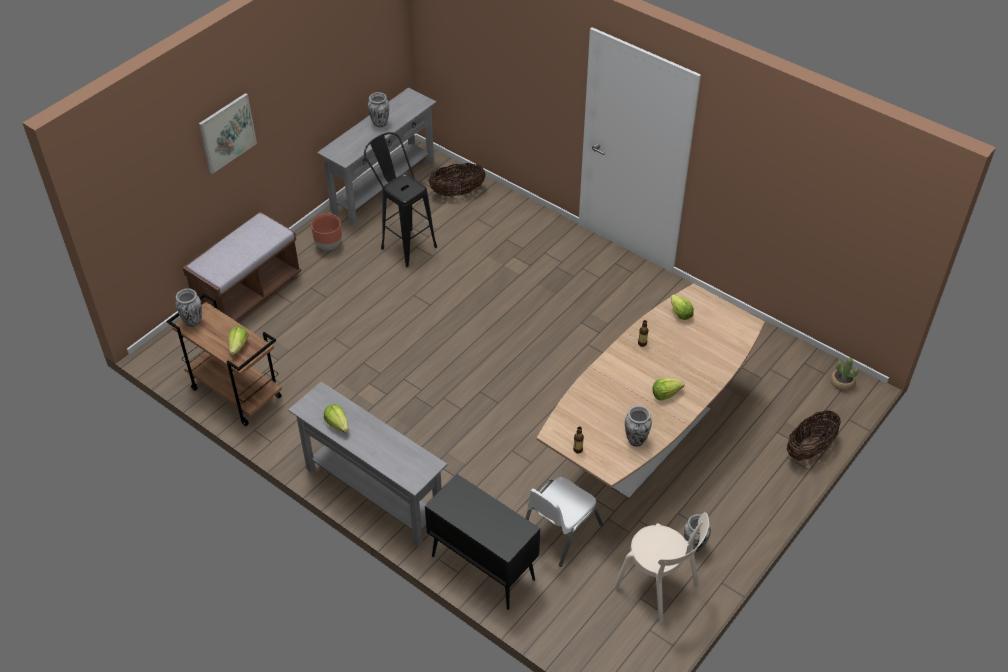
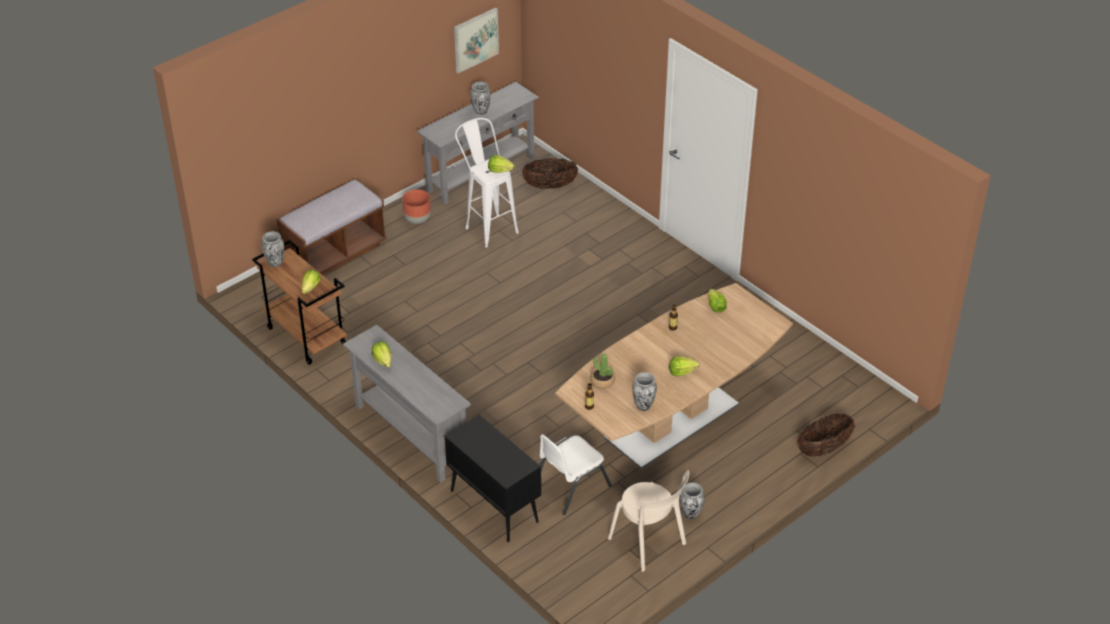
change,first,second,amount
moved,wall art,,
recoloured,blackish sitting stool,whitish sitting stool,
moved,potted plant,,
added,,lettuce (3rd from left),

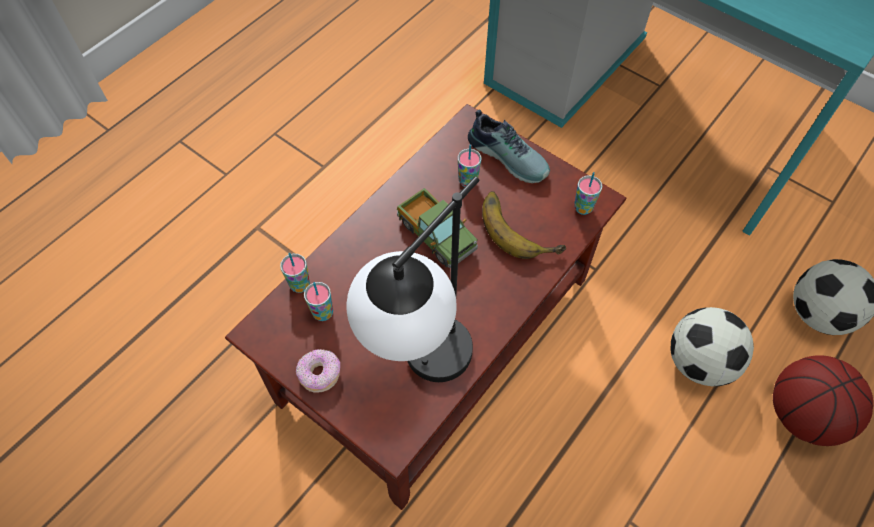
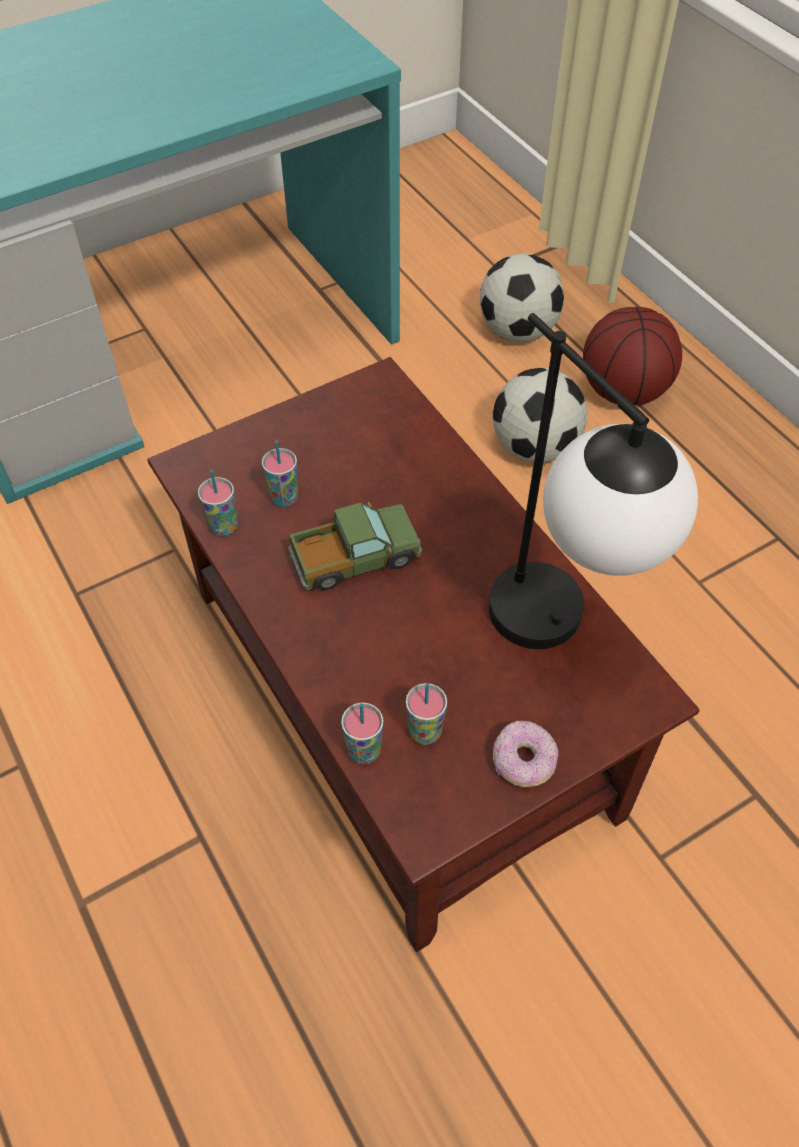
change,first,second,amount
removed,shoe,,
moved,drinking cup (4th from left in the first image),drinking cup (1st from left),
removed,whole banana,,

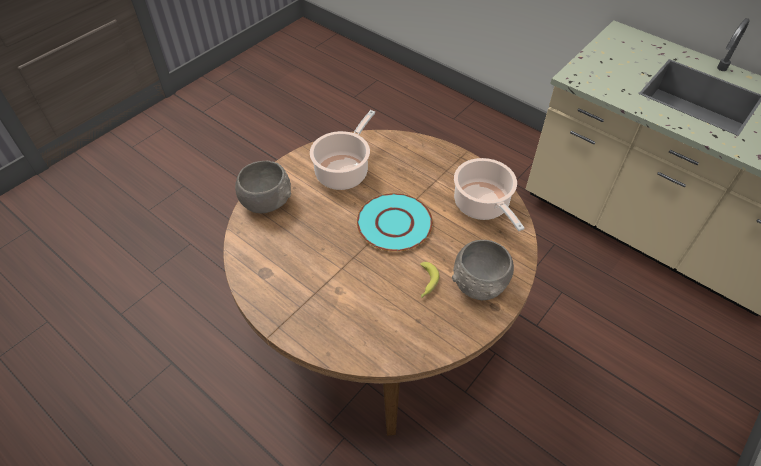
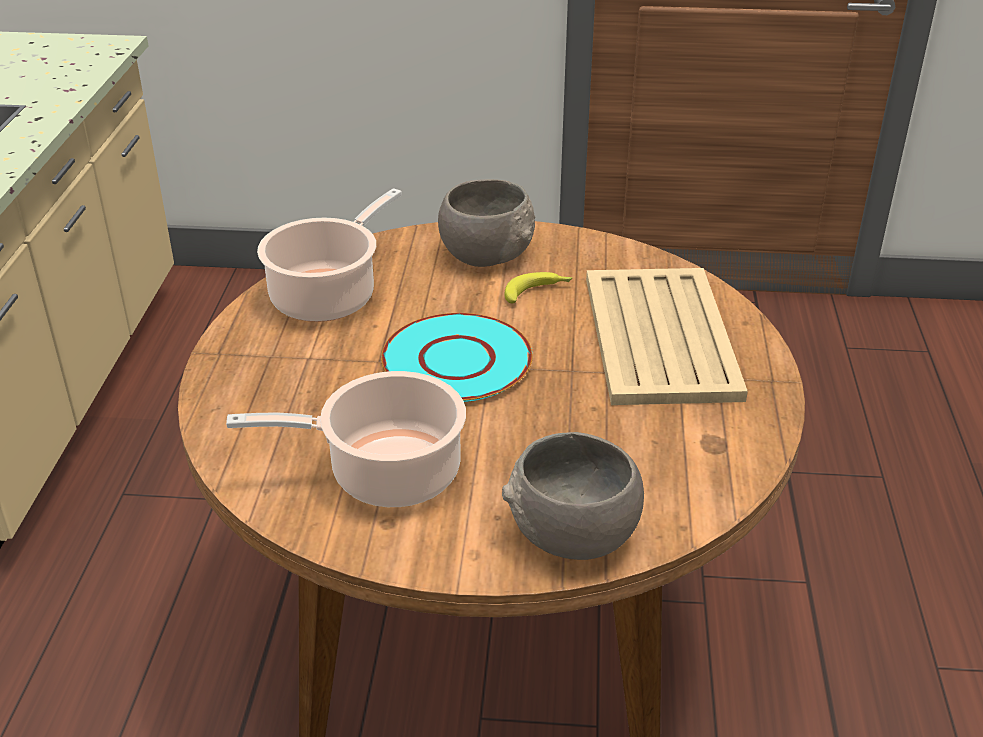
change,first,second,amount
added,,beige-coloured serving tray,

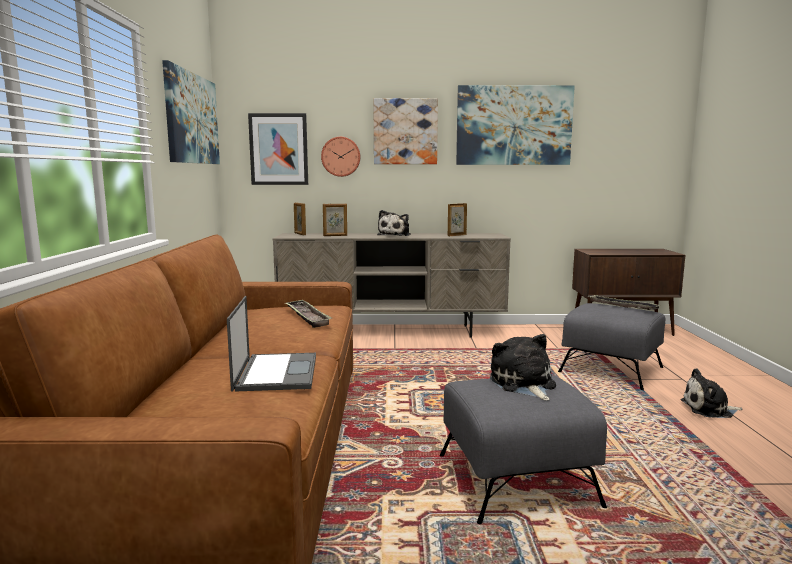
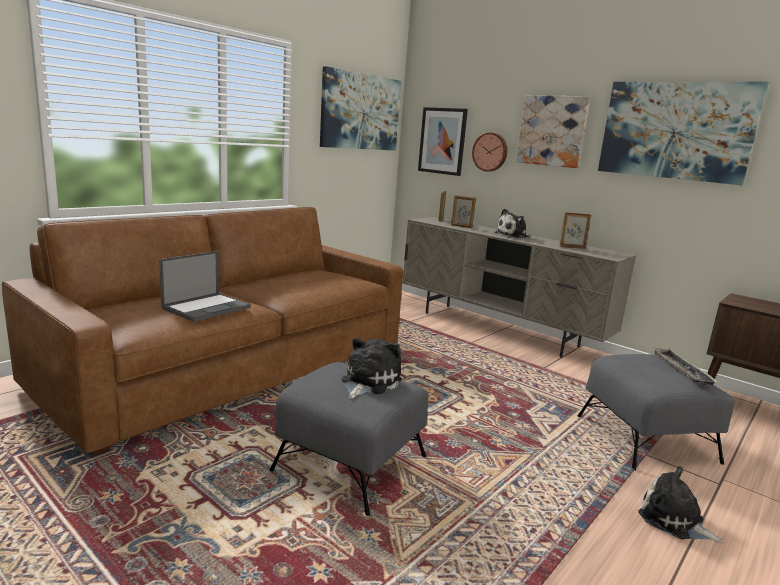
change,first,second,amount
removed,serving tray (1st from left),,

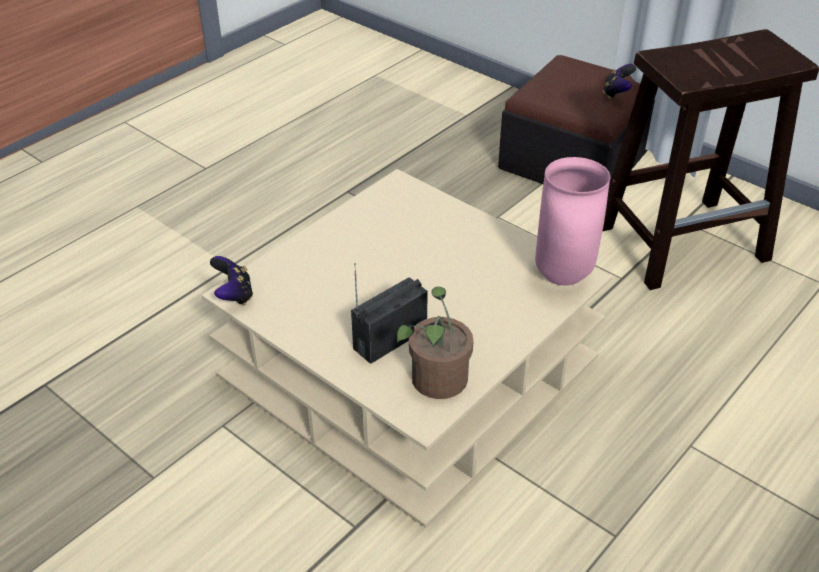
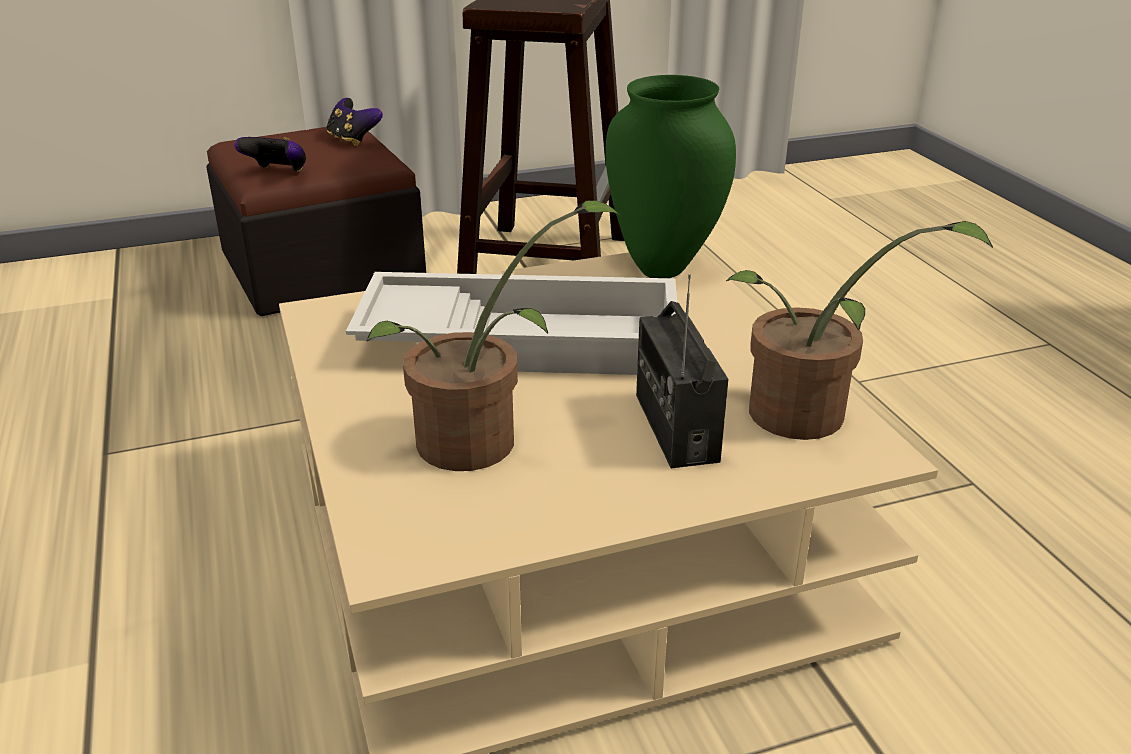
change,first,second,amount
recoloured,pinkish decorative vase,greenish decorative vase,
moved,game controller (1st from left),,
added,,potted plant (1st from left),
added,,whitish serving tray,

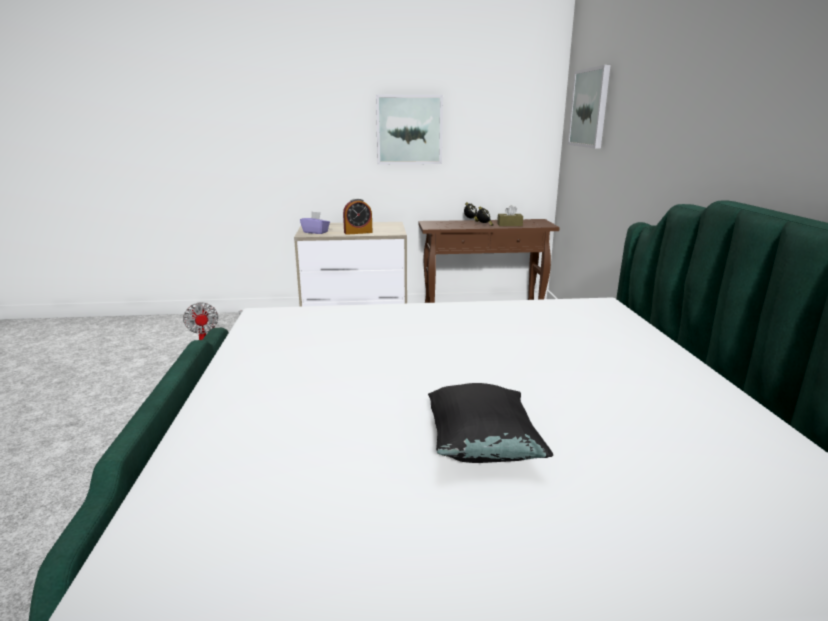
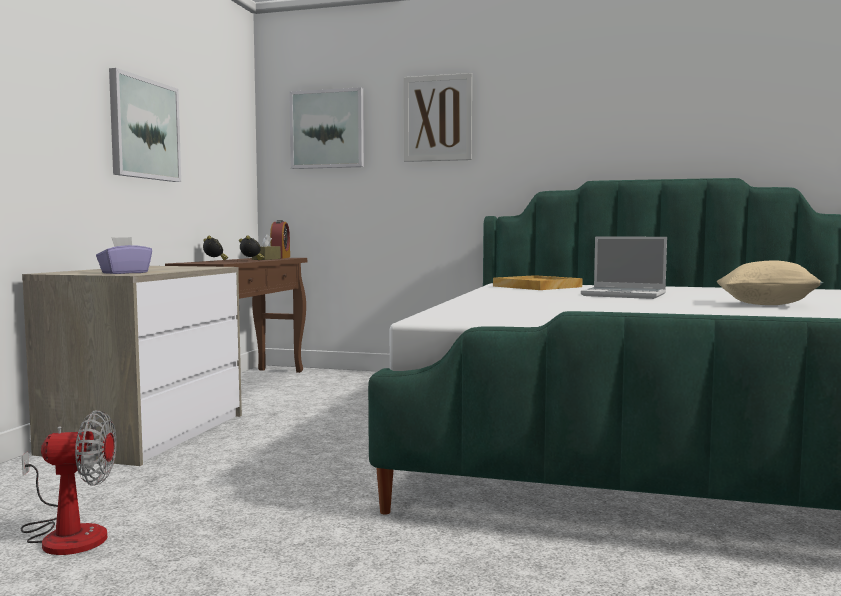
change,first,second,amount
moved,table clock (1st from left in the first image),table clock (3rd from left),
recoloured,blackish pillow,beige-coloured pillow,
added,,wall art (3rd from left),
added,,notebook computer,
added,,beige-coloured serving tray,

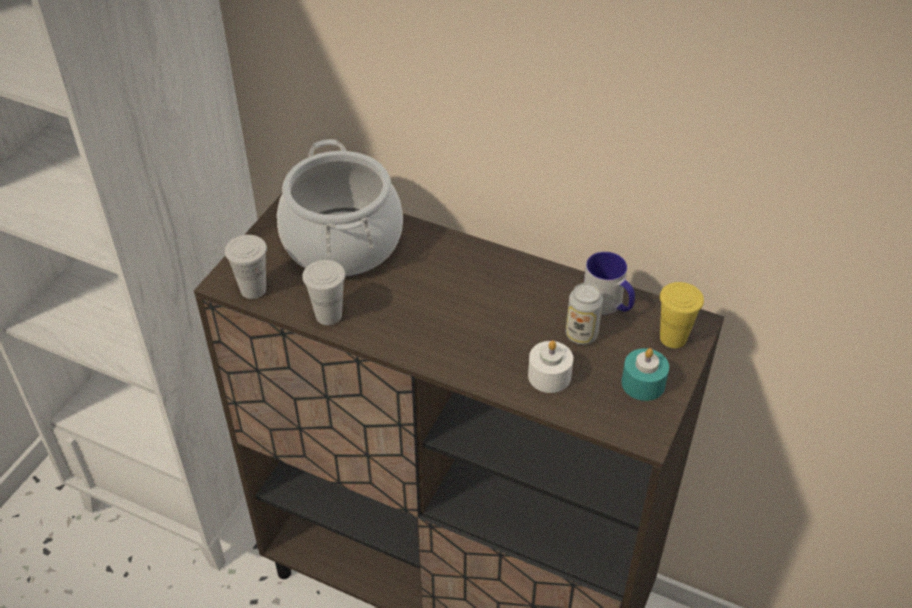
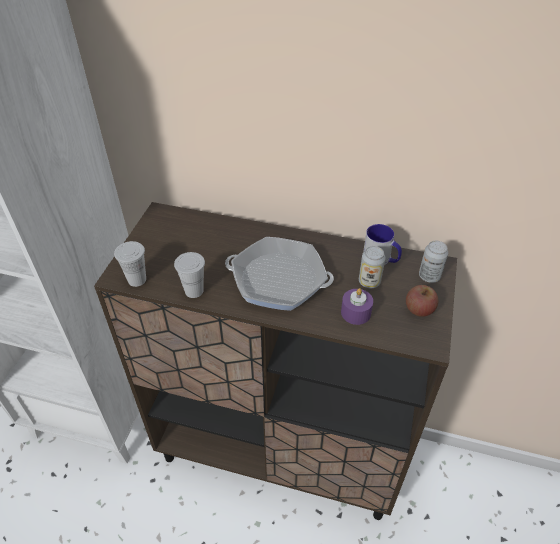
change,first,second,amount
removed,stockpot,,
replaced,yellow-coloured drinking cup,sealed can (2nd from left),
recoloured,whitish wax candle,purple-coloured wax candle,
replaced,turquoise wax candle,whole apple,
added,,pan,

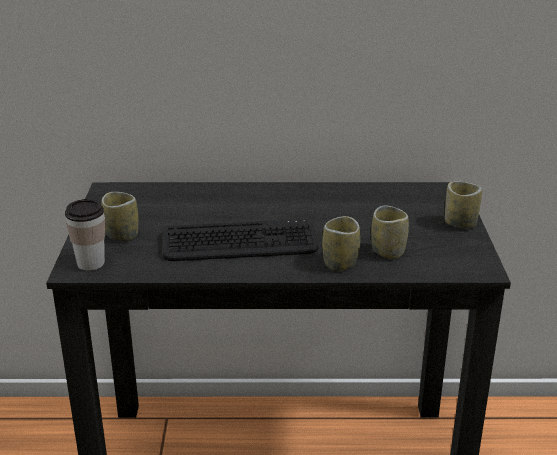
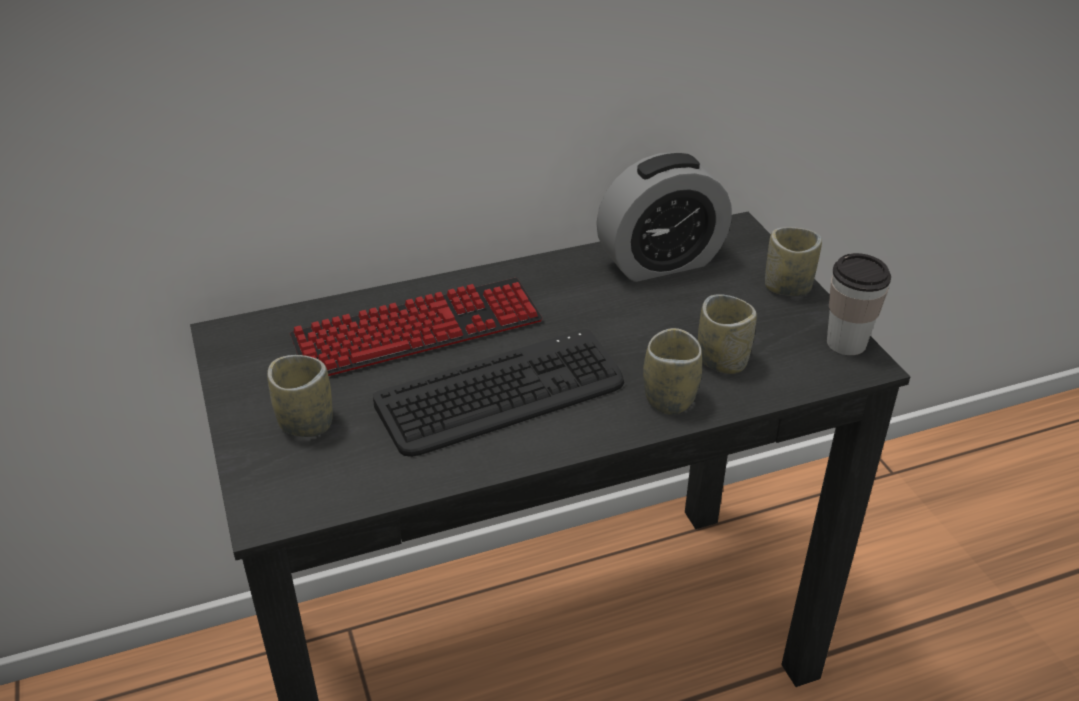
change,first,second,amount
moved,drinking cup (1st from left in the first image),drinking cup (5th from left),
added,,table clock,
added,,PC keyboard (1st from left),

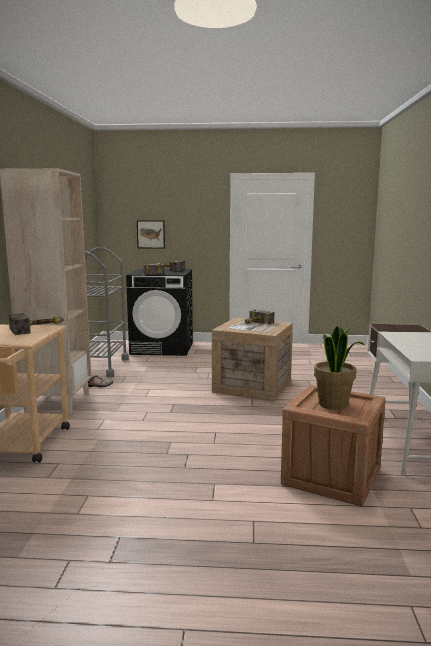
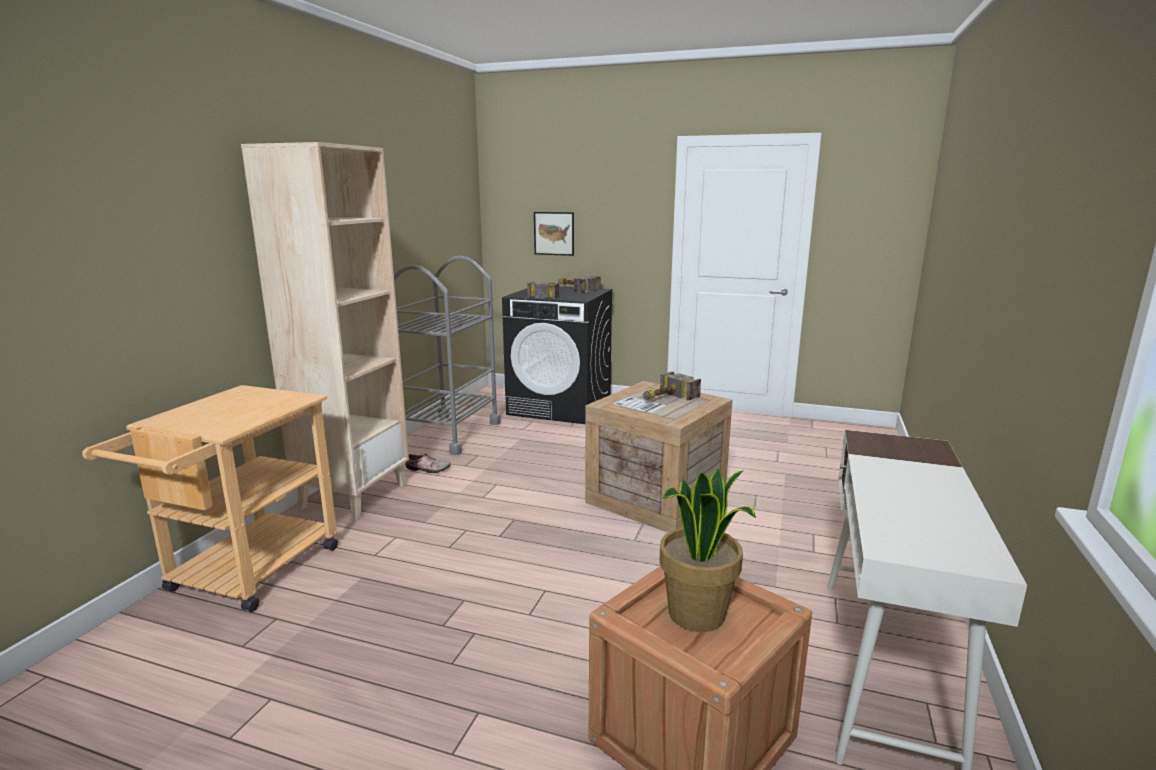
change,first,second,amount
removed,hand hammer (1st from left),,

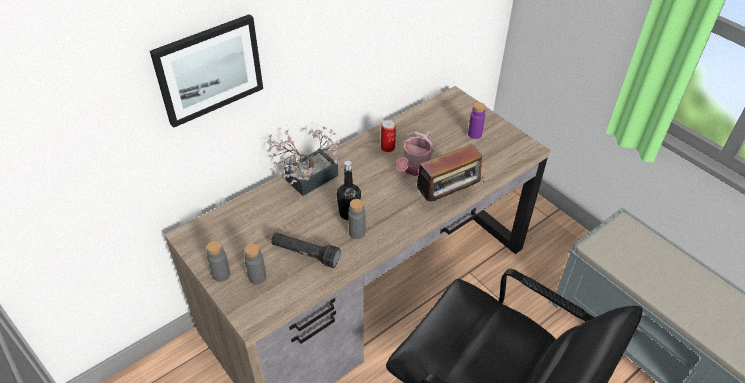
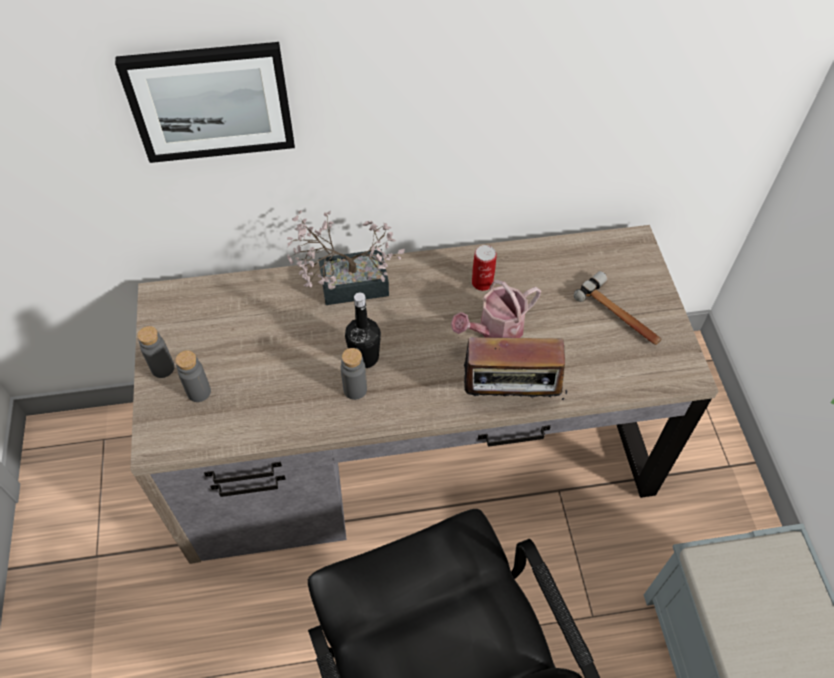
change,first,second,amount
replaced,purple-coloured drink bottle,hand hammer,
removed,blackish flashlight,,

